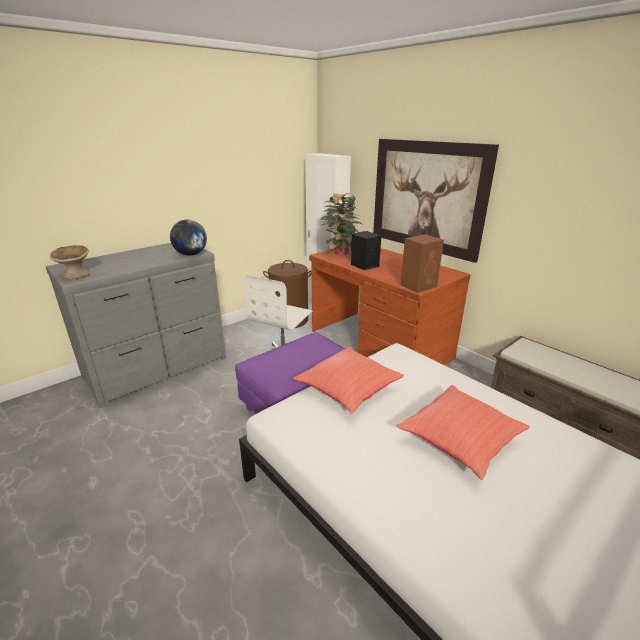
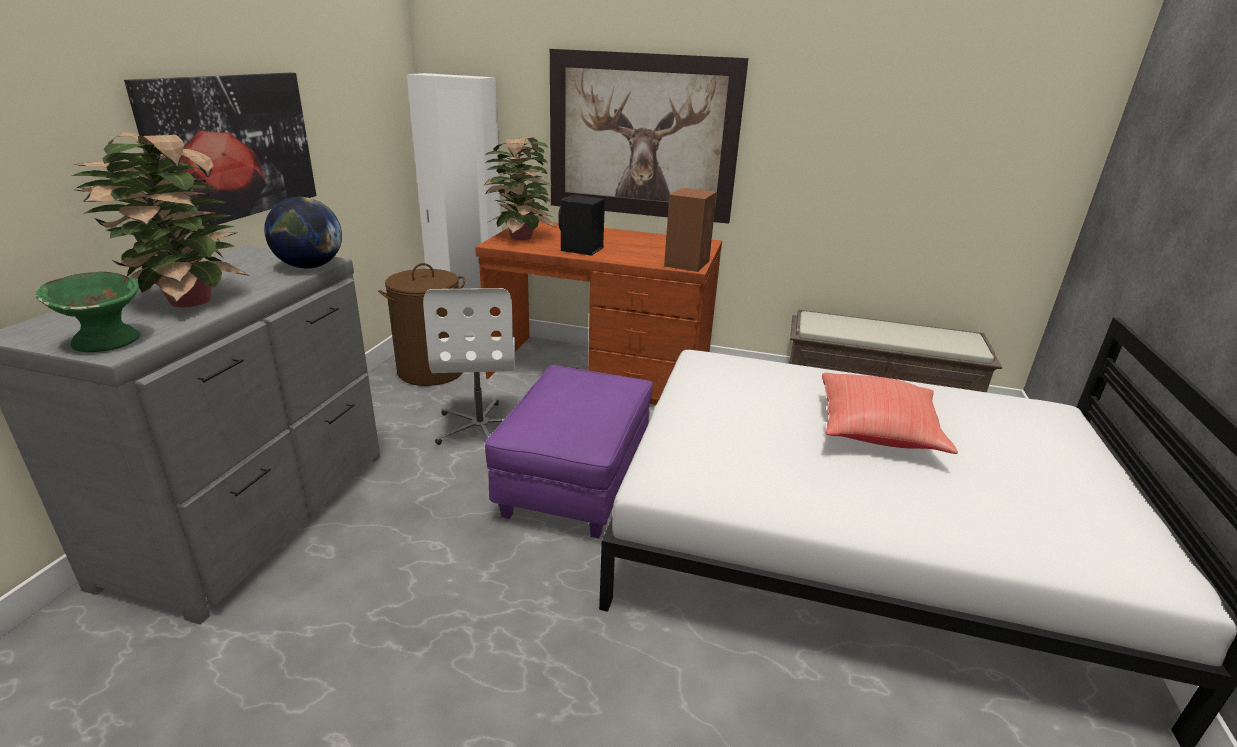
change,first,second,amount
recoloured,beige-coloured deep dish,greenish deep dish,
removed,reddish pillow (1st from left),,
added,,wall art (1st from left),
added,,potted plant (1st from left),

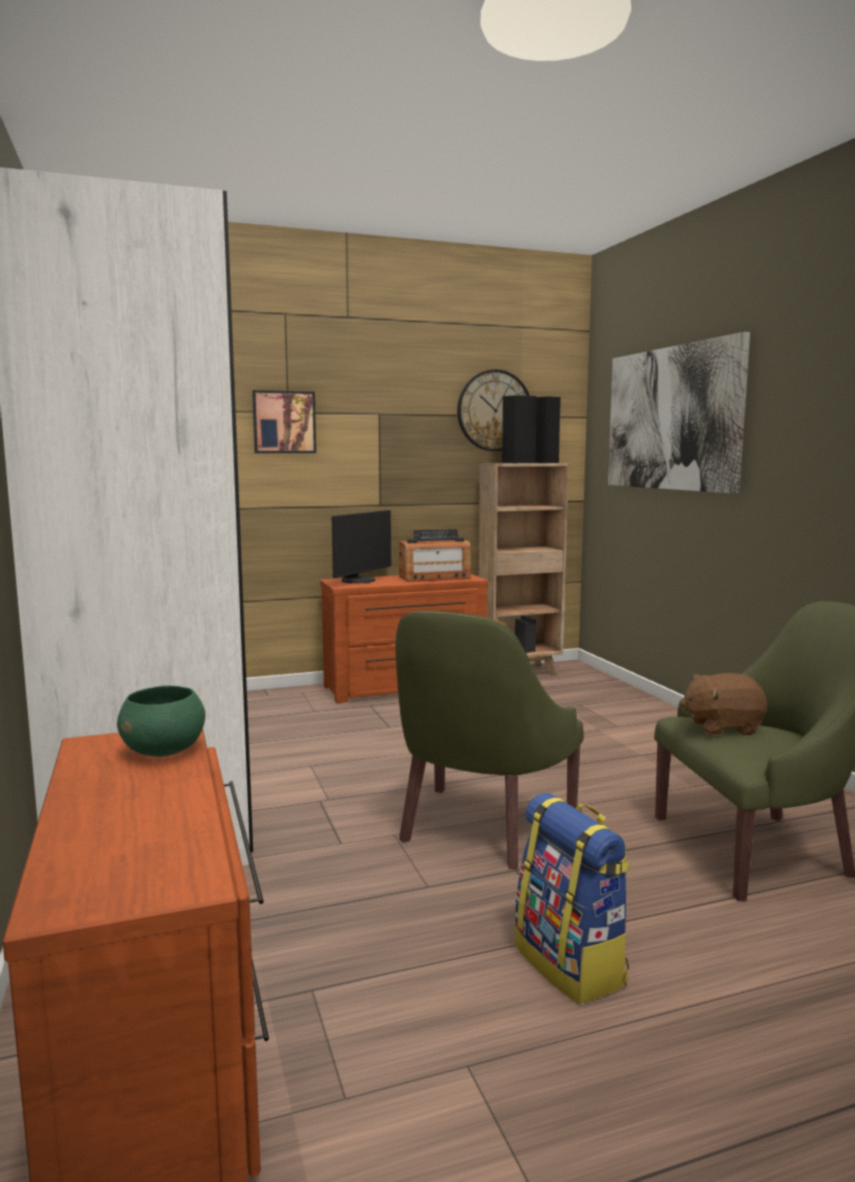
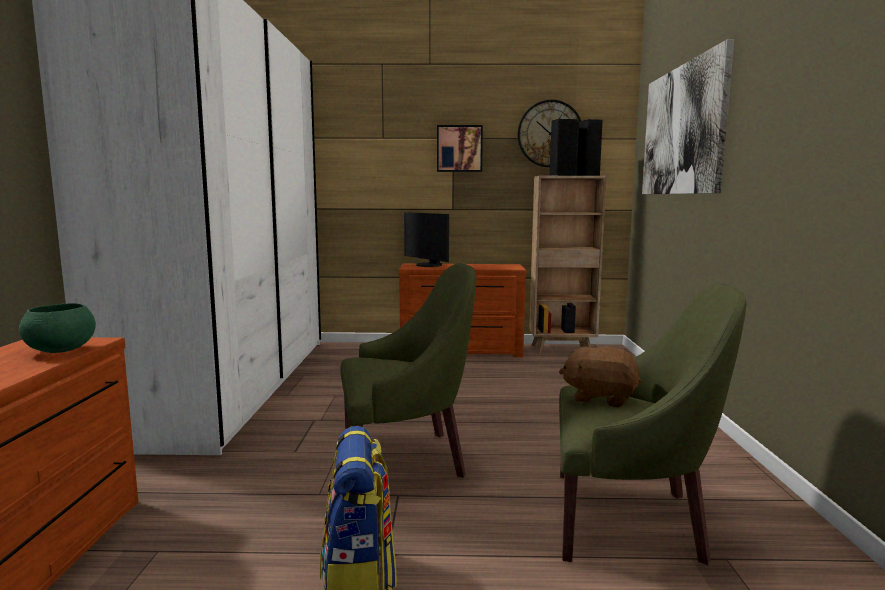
change,first,second,amount
moved,wall art (1st from left),,
turned,computer screen,,90 degrees clockwise
removed,radio receiver,,
turned,greenish armchair (1st from left),,150 degrees counterclockwise

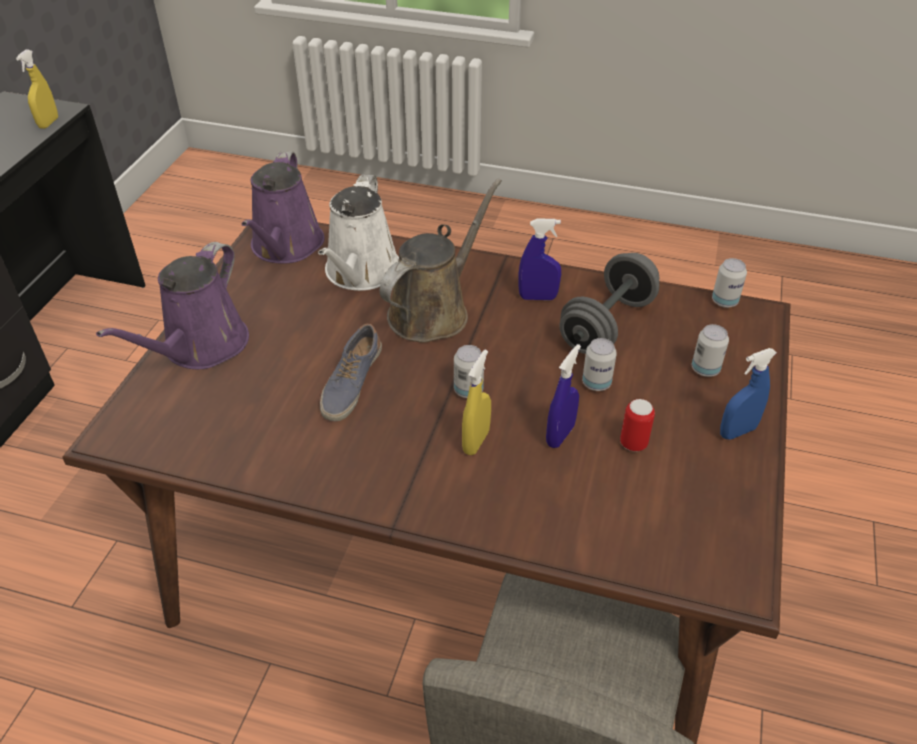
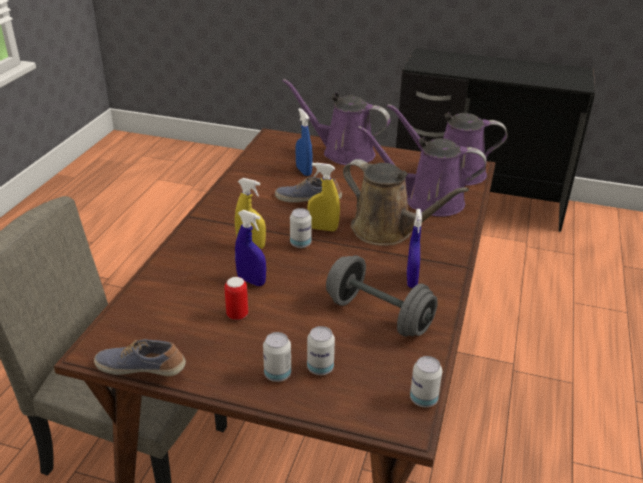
change,first,second,amount
moved,yellow-coloured hand sprayer (1st from left in the first image),yellow-coloured hand sprayer (2nd from left),
recoloured,whitish sprinkling can,purple-coloured sprinkling can (2nd from left),
moved,sealed can (2nd from left),,
moved,blue-coloured hand sprayer (3rd from left in the first image),blue-coloured hand sprayer (2nd from left),
added,,shoe (1st from left),

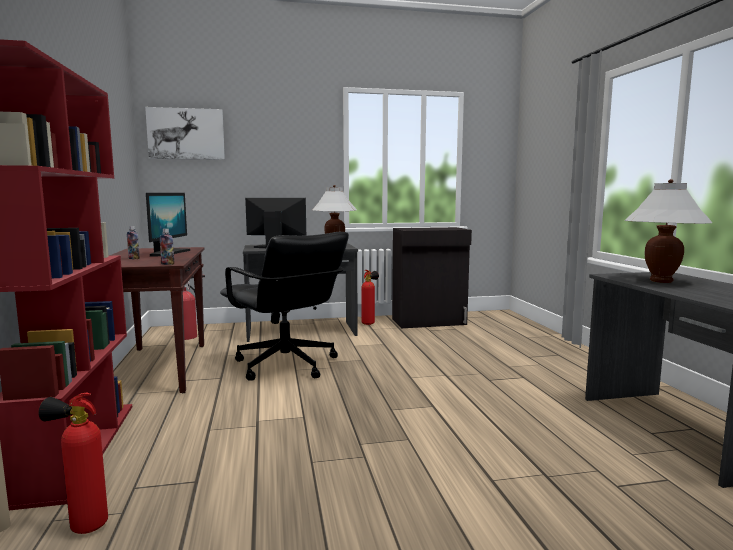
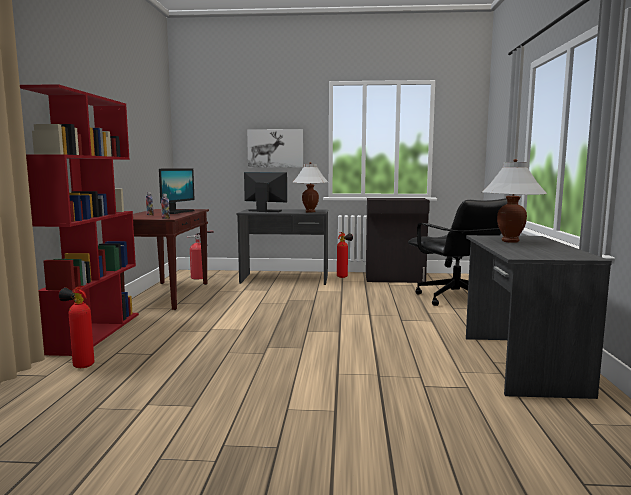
change,first,second,amount
moved,wall art,,
moved,blackish computer chair,,

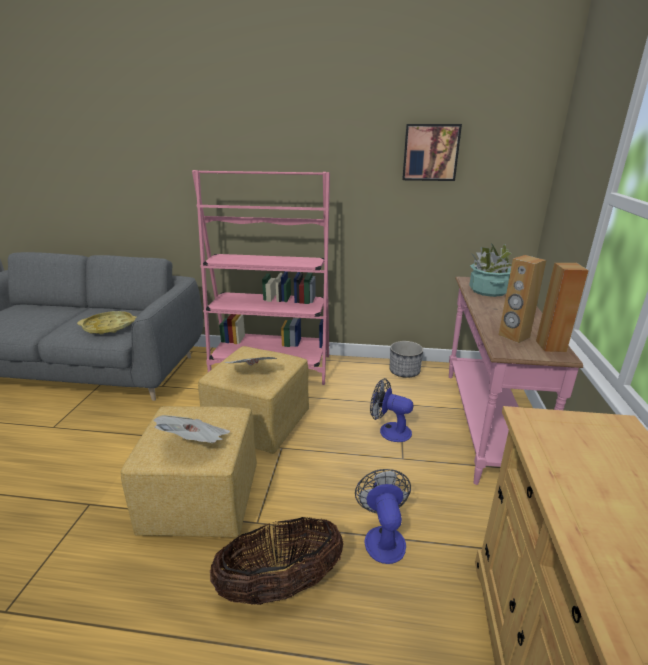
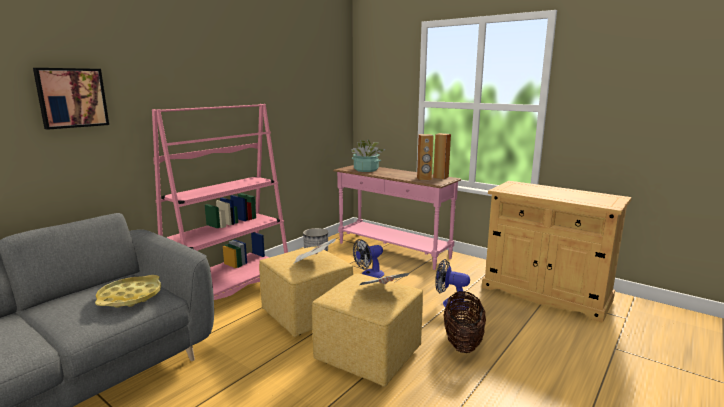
change,first,second,amount
moved,wall art,,

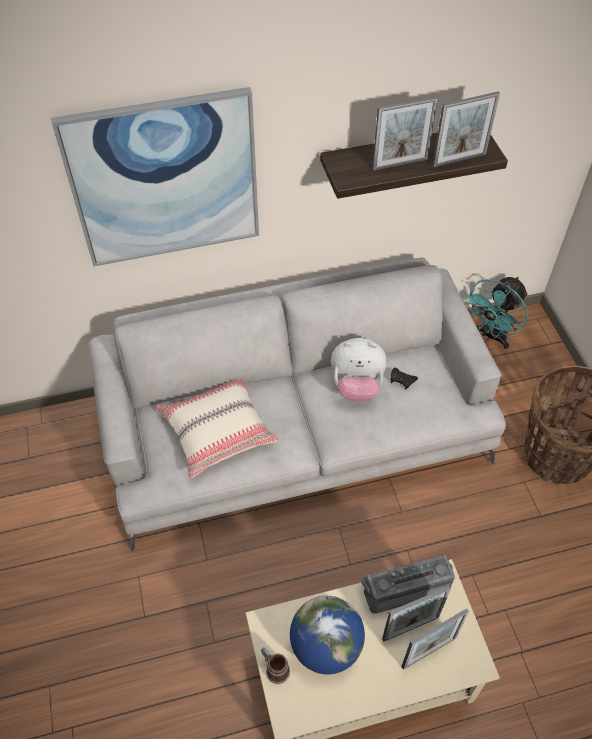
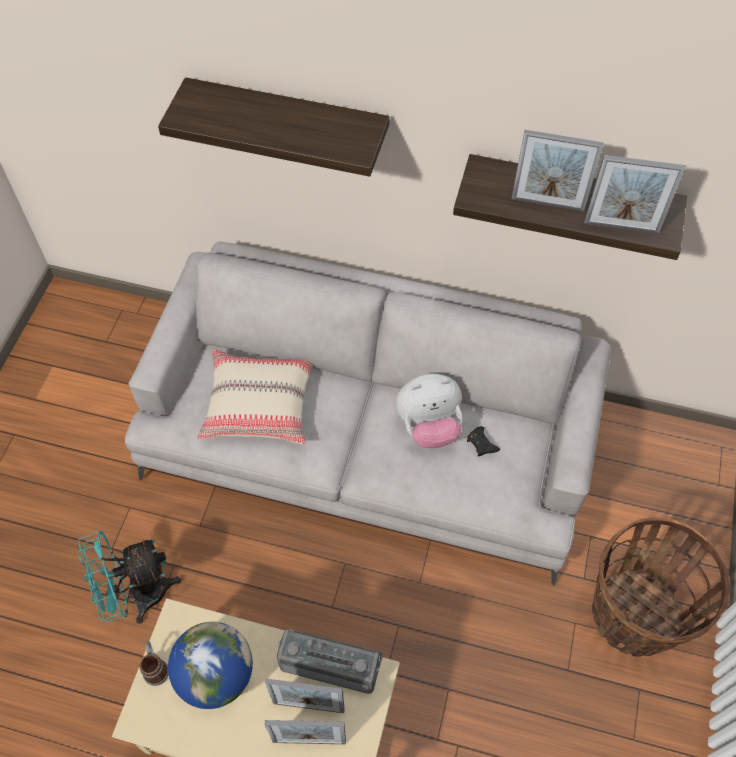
change,first,second,amount
replaced,wall art,wall shelf (1st from left),
moved,turquoise electric fan,,
turned,plush toy,,45 degrees counterclockwise

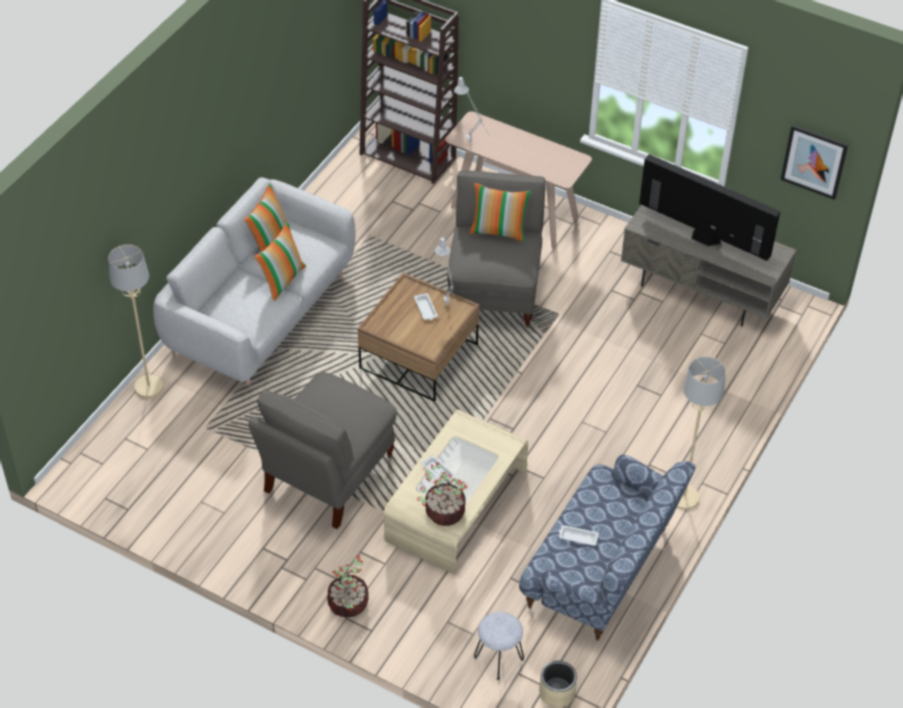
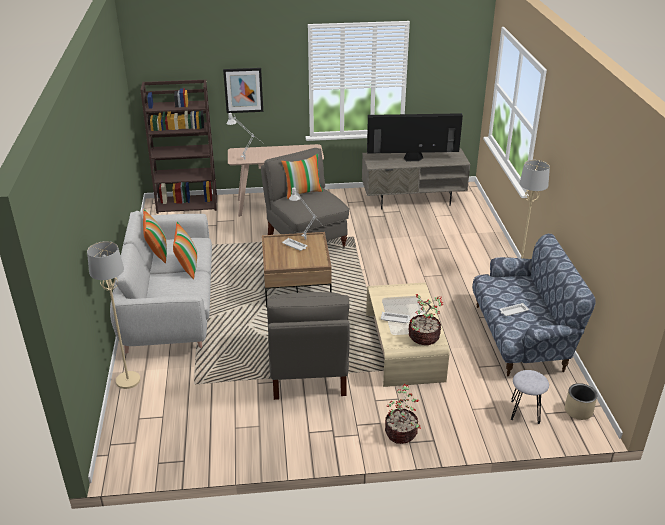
change,first,second,amount
moved,wall art,,

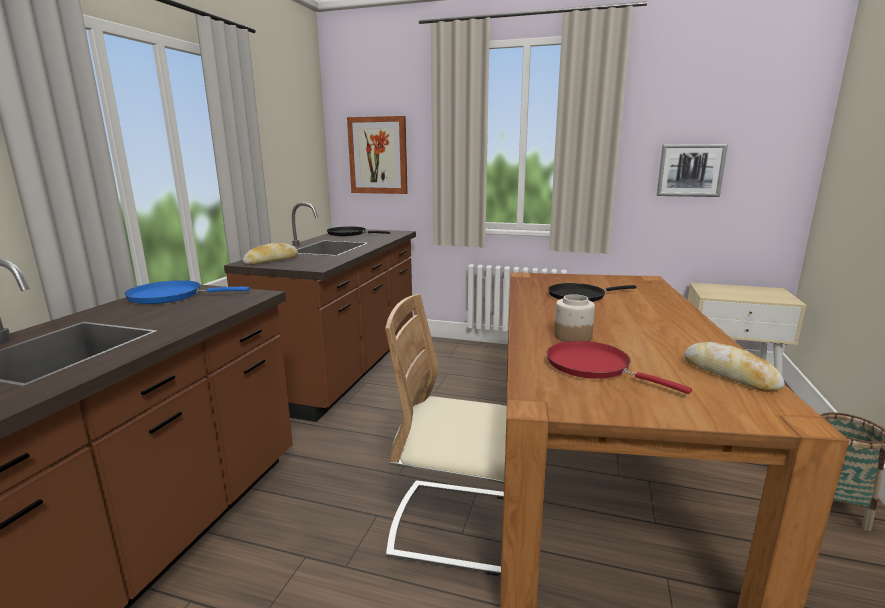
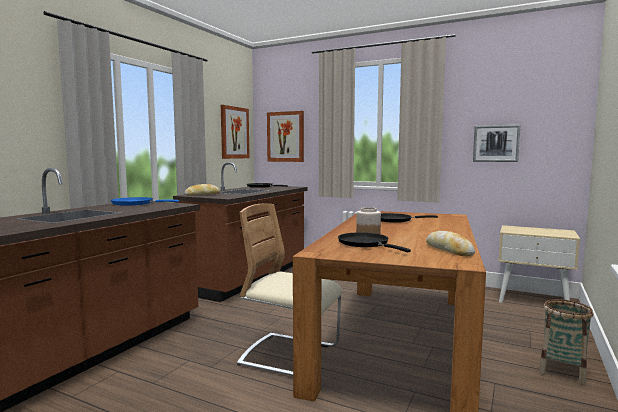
change,first,second,amount
recoloured,reddish pan,blackish pan (2nd from left),
added,,wall art (1st from left),

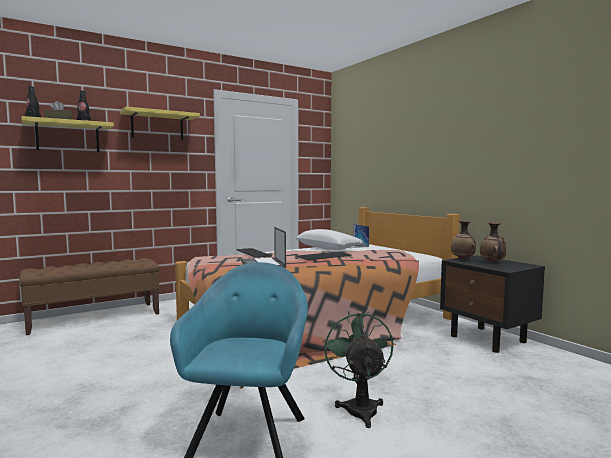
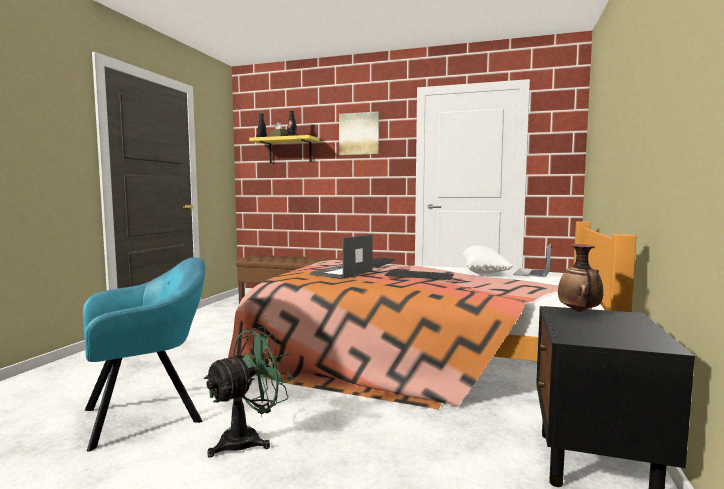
change,first,second,amount
replaced,yellow-coloured wall shelf (2nd from left),wall art,
removed,decorative vase (2nd from left),,

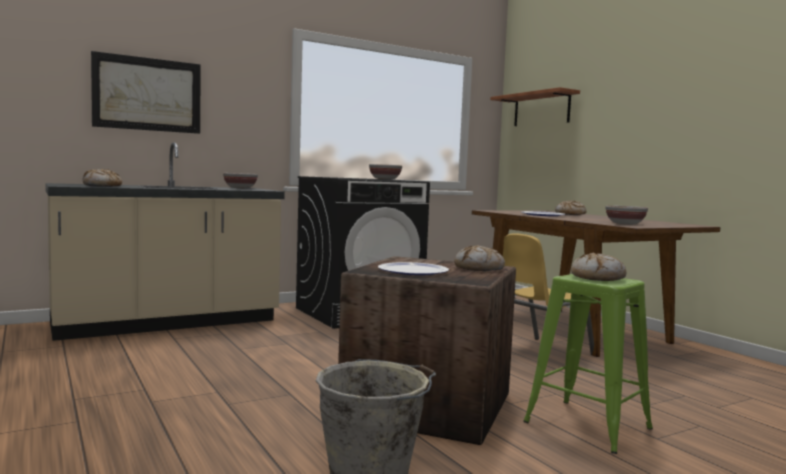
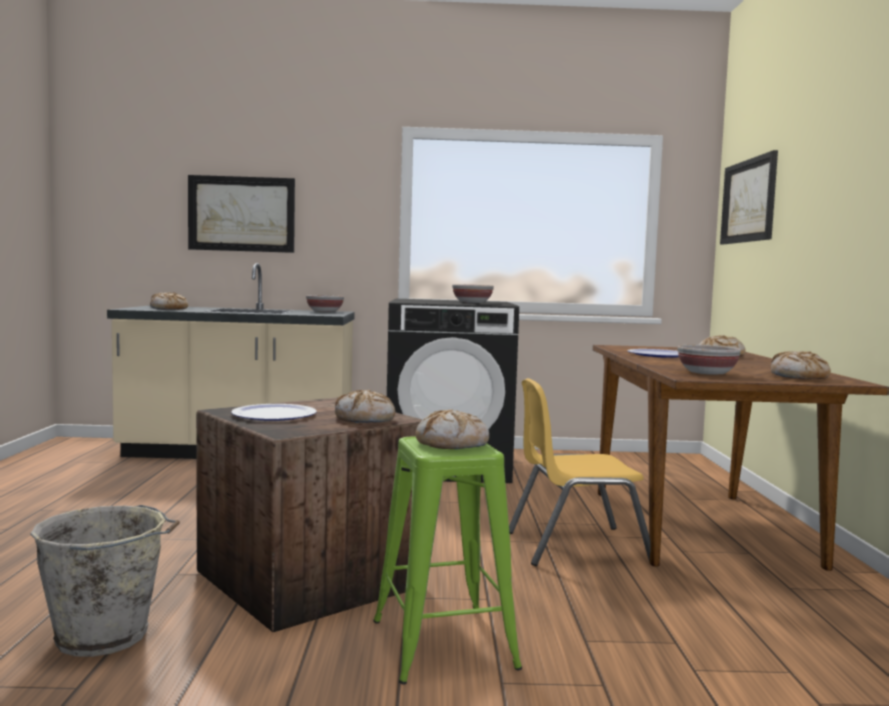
change,first,second,amount
replaced,wall shelf,wall art (2nd from left),
added,,bakery bread (5th from left),

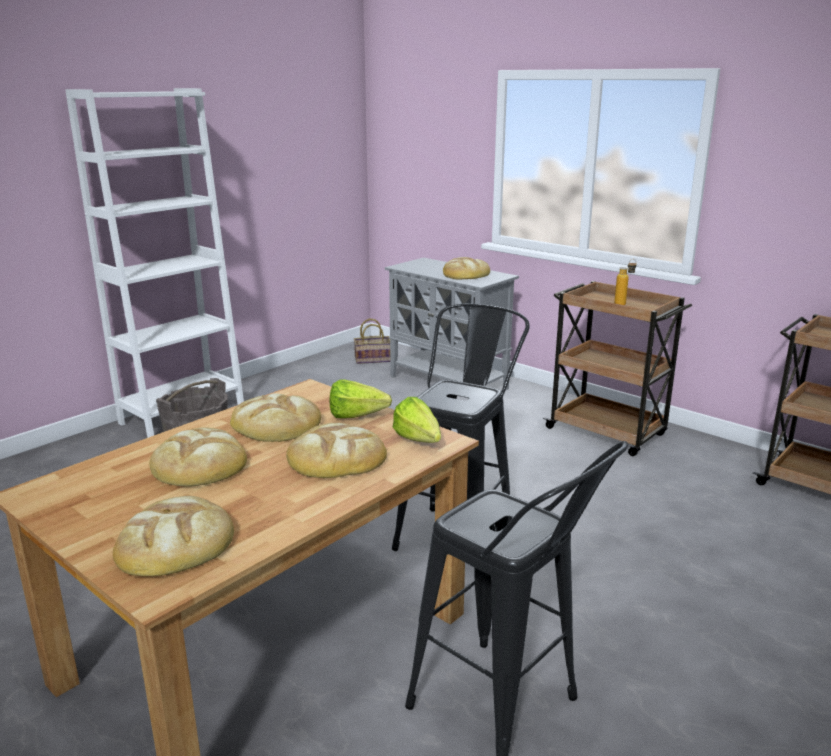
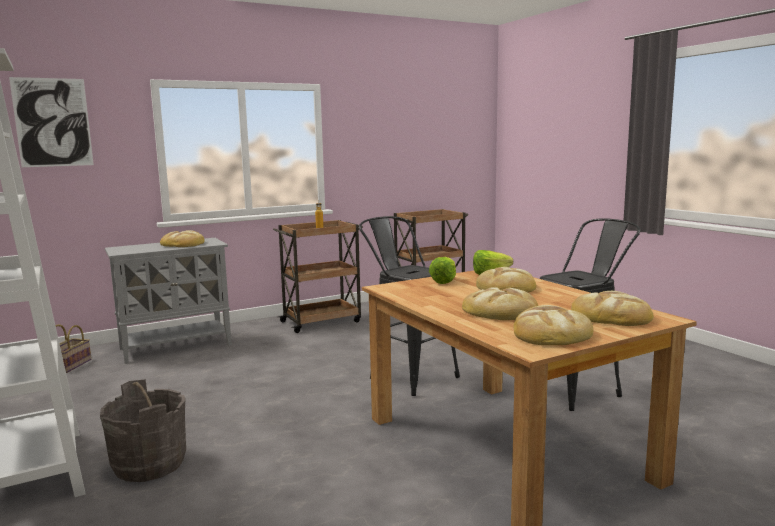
change,first,second,amount
moved,bakery bread (3rd from left in the first image),bakery bread (4th from left),
added,,wall art,

